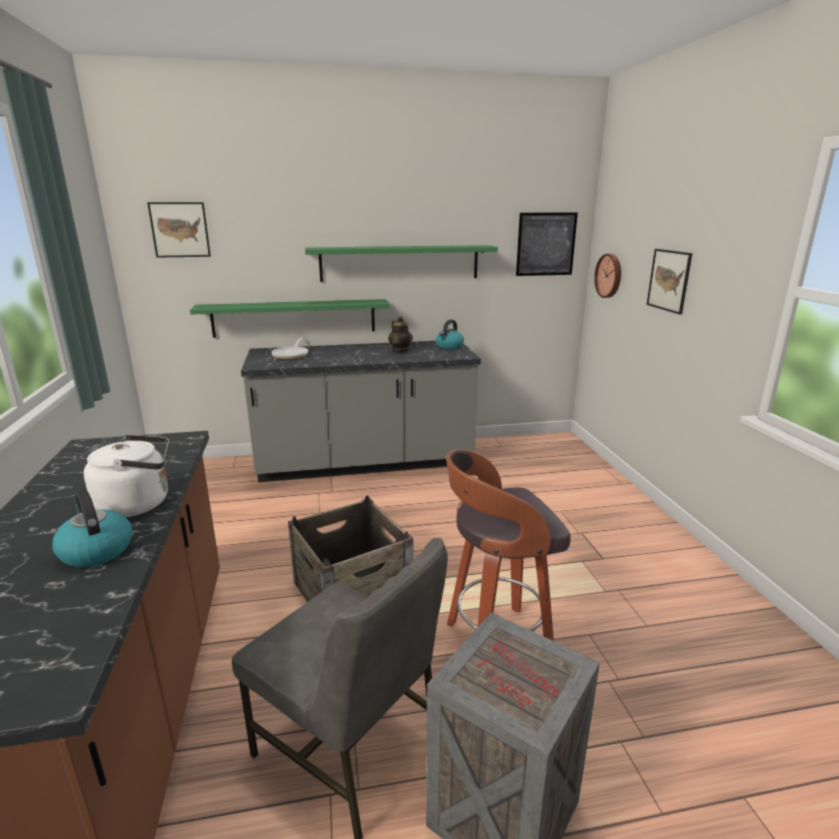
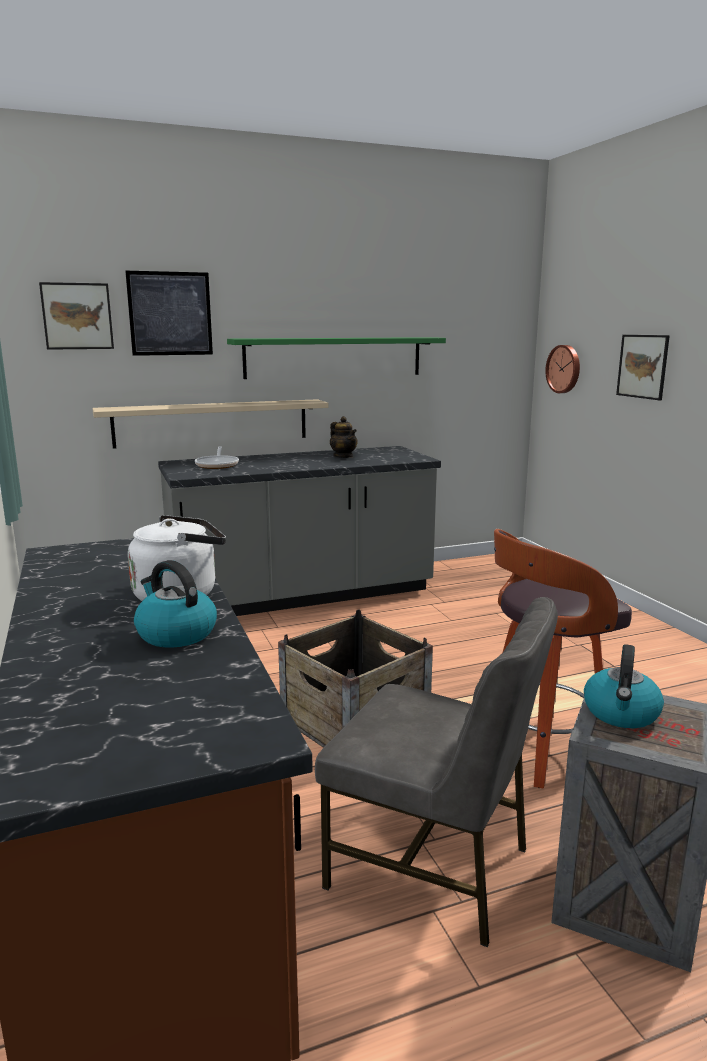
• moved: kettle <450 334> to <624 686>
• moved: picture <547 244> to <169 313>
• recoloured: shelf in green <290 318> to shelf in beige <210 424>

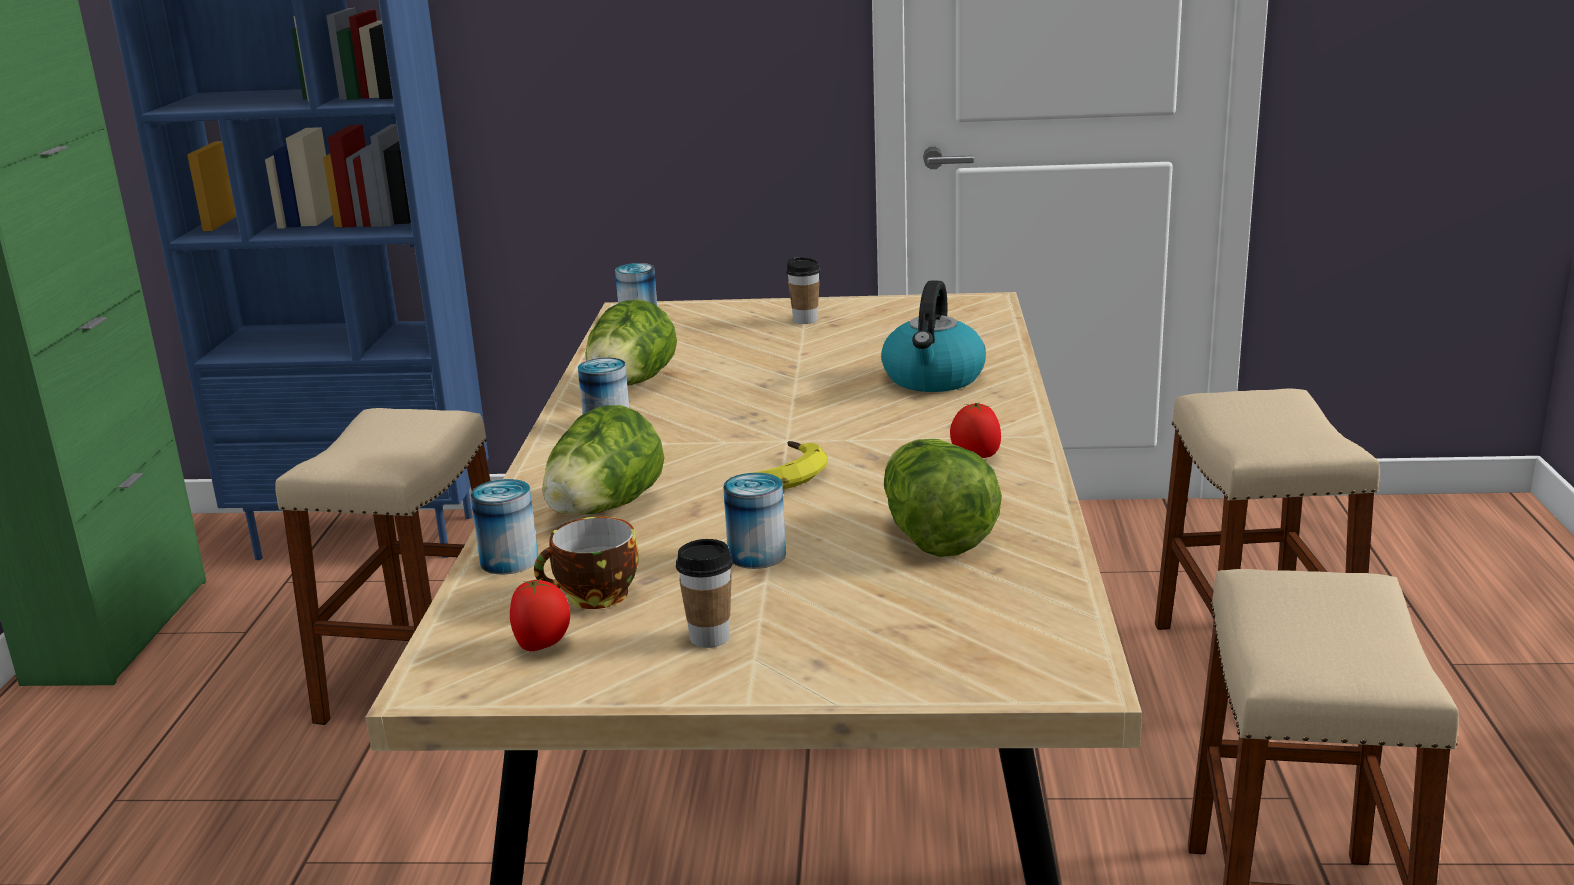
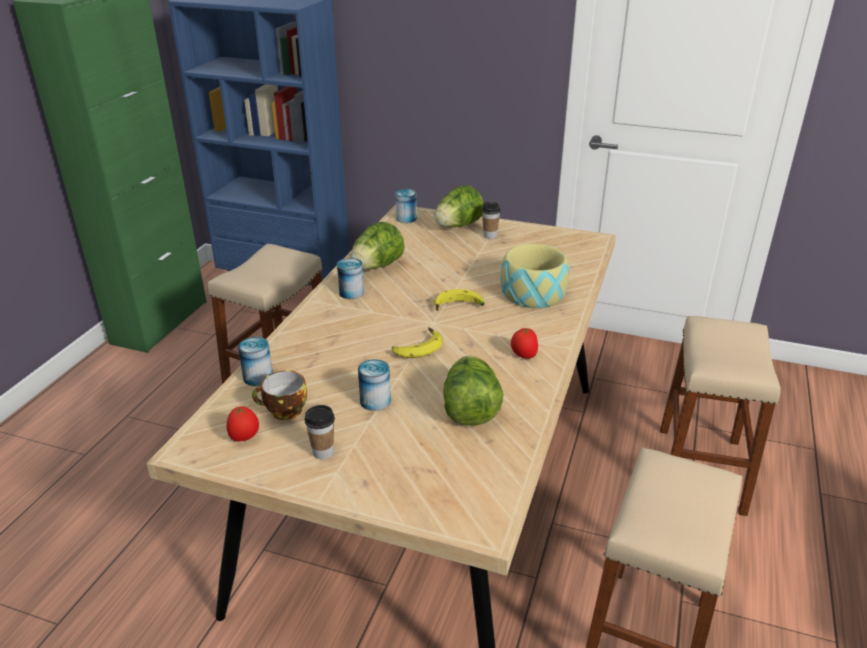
• added: banana <459 300>
• moved: lettuce <603 460> to <459 206>
• replaced: kettle <933 336> to bowl <534 276>

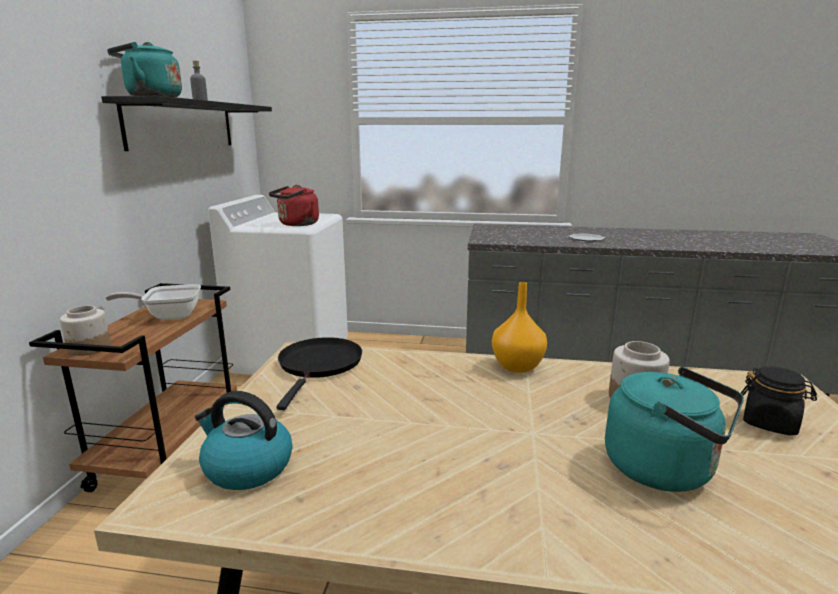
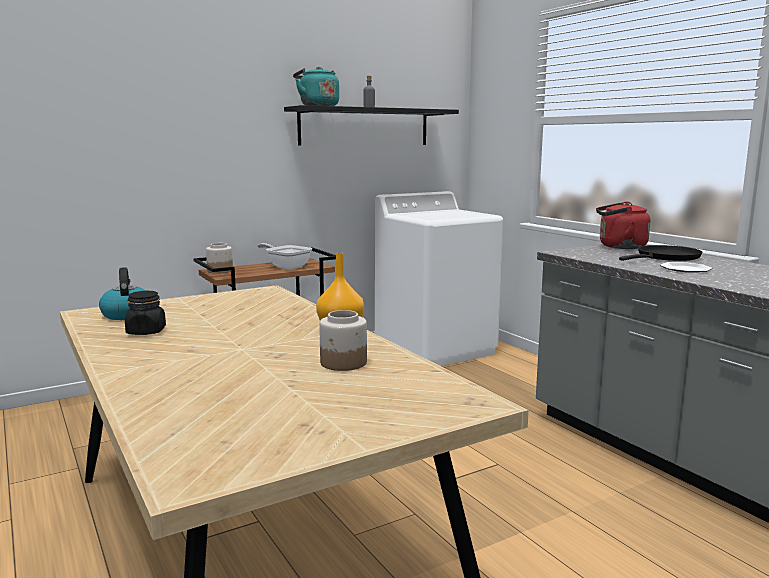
• removed: kettle in turquoise <674 429>
• moved: kettle in red <294 205> to <623 225>
• moved: frying pan in black <319 373> to <661 253>
• moved: jar in black <779 401> to <145 313>

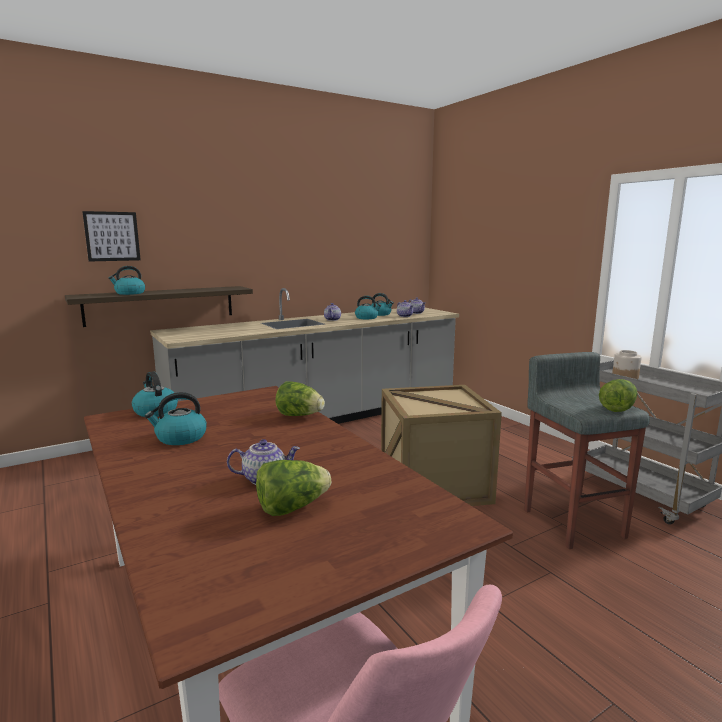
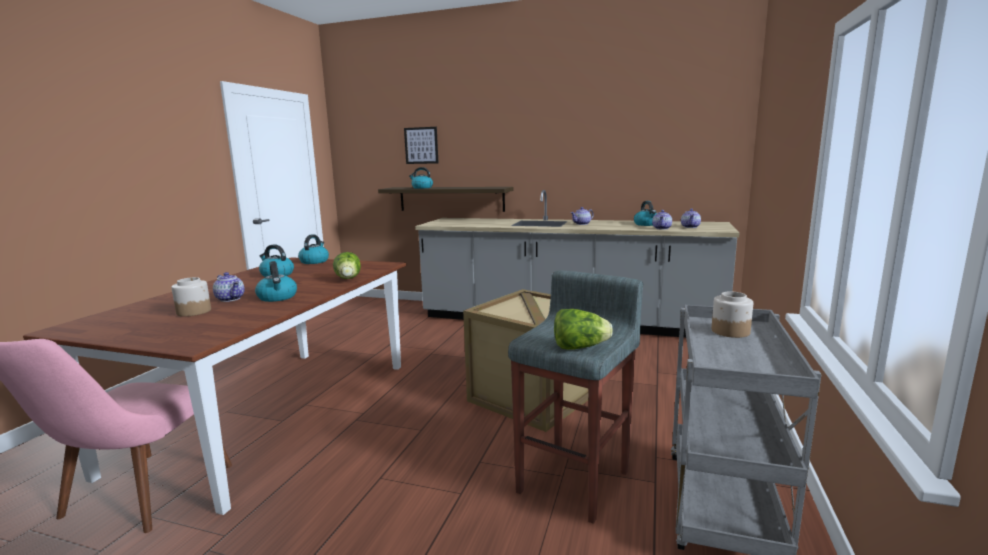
• moved: kettle <368 307> to <276 281>
• replaced: lettuce <293 488> to jar <191 297>

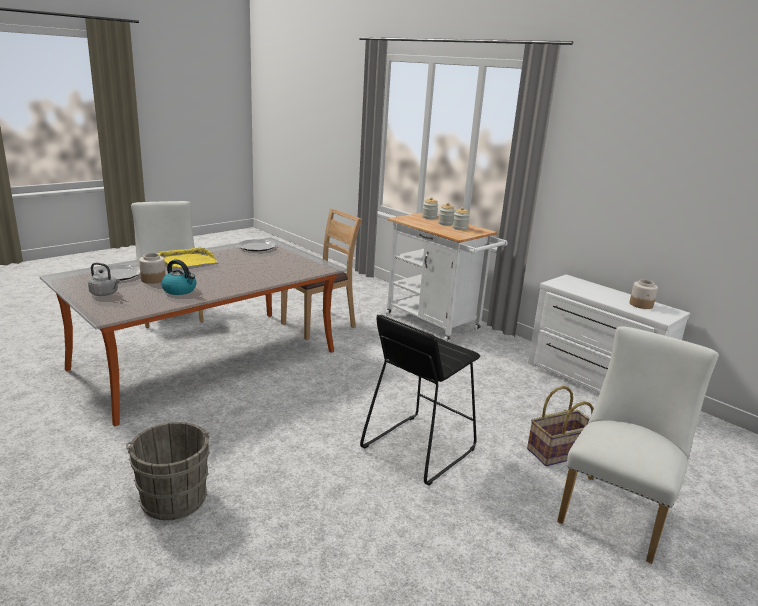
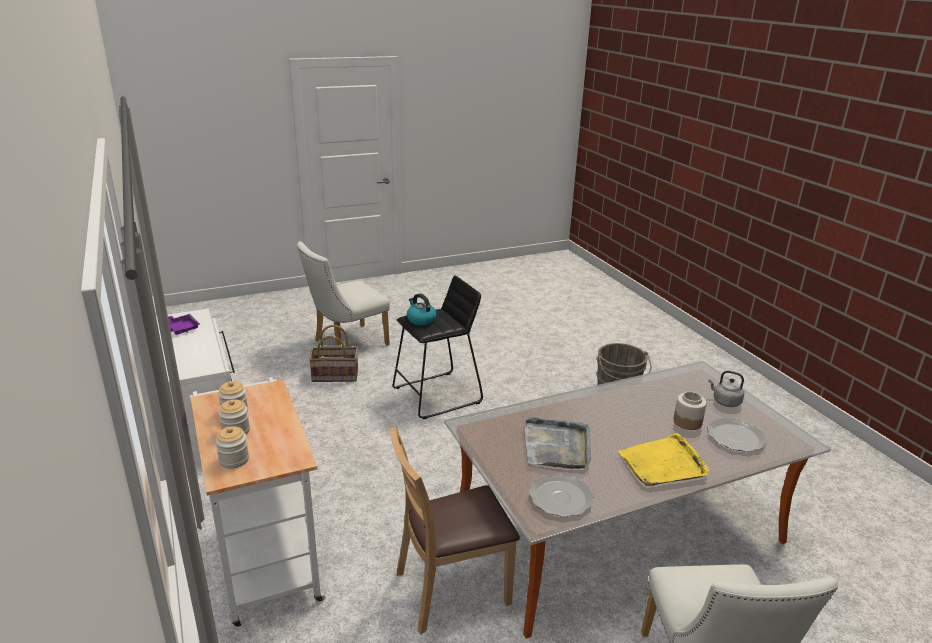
• added: tray in grey <558 443>
• moved: kettle <179 277> to <422 310>
• replaced: jar <644 294> to tray in purple <184 324>

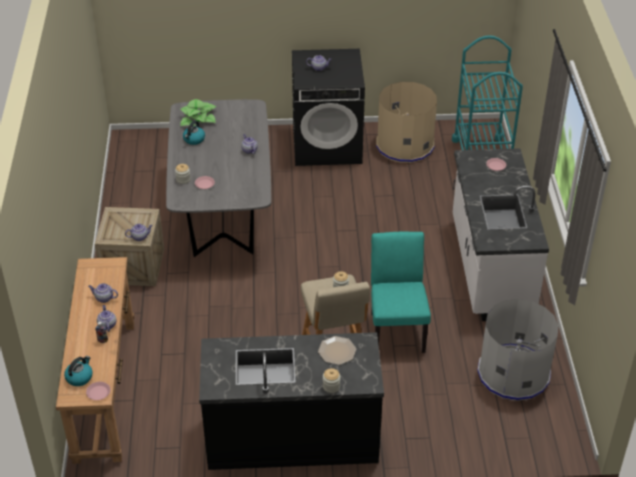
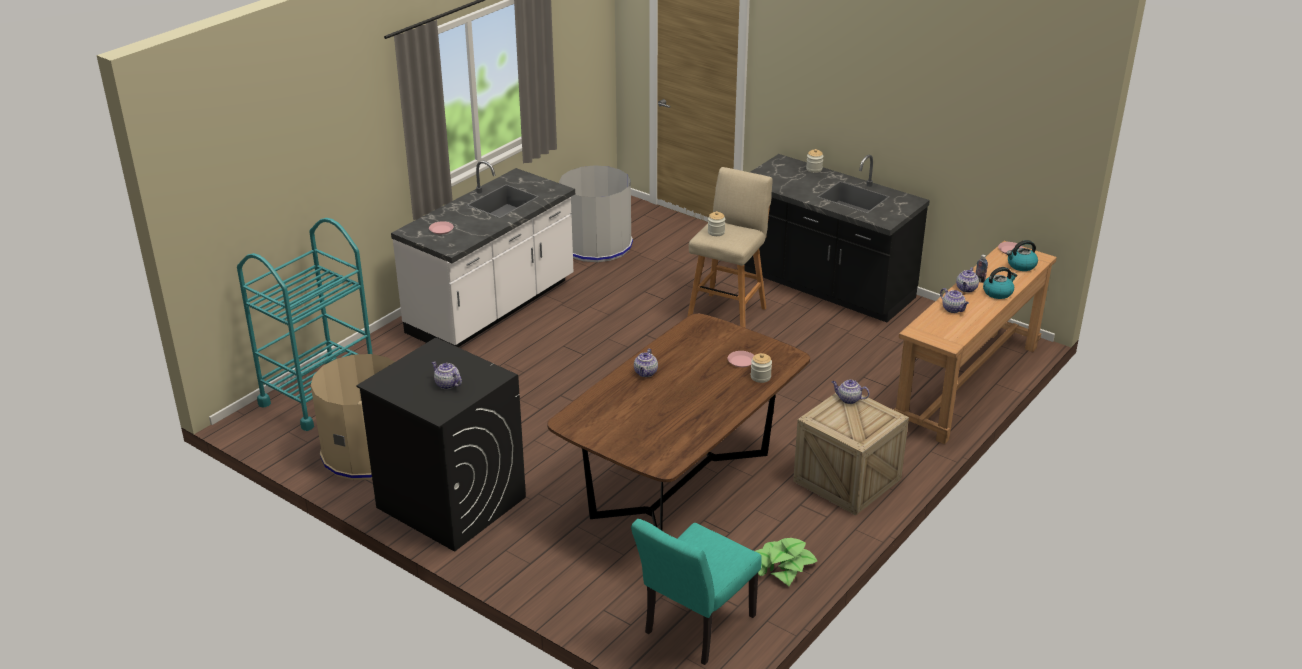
• removed: plate <337 350>
• moved: potted plant <198 112> to <786 562>
• moved: kettle <194 133> to <1000 283>
• moved: chair in turquoise <401 292> to <696 592>
• recoloured: dining table in grey <218 178> to dining table in brown <678 422>

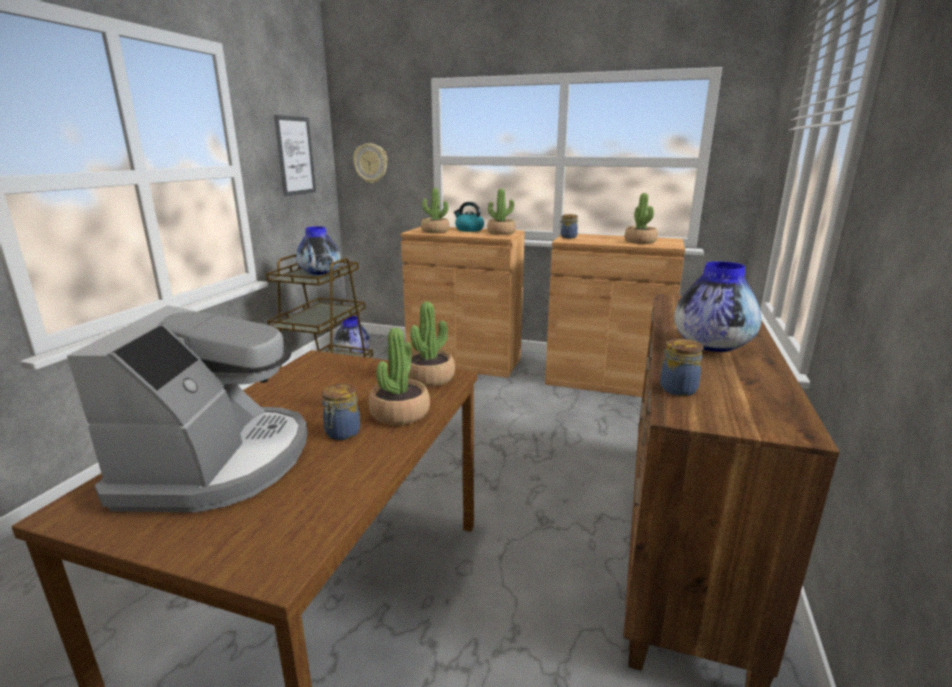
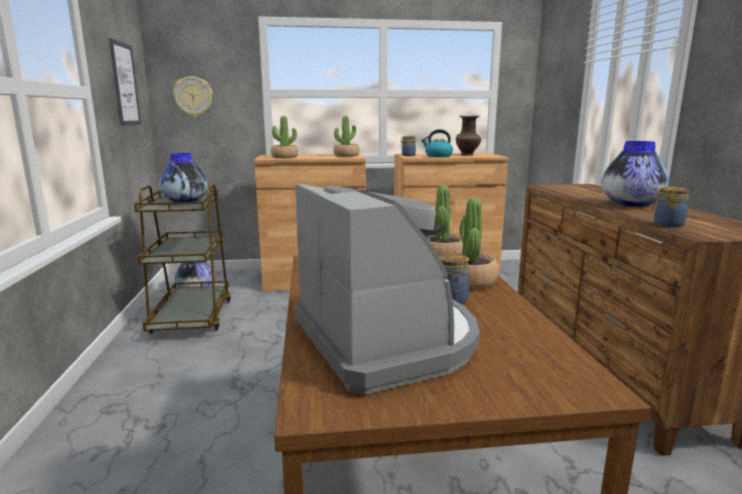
• moved: kettle <469 217> to <437 143>
• replaced: potted plant <641 218> to vase in brown <468 136>

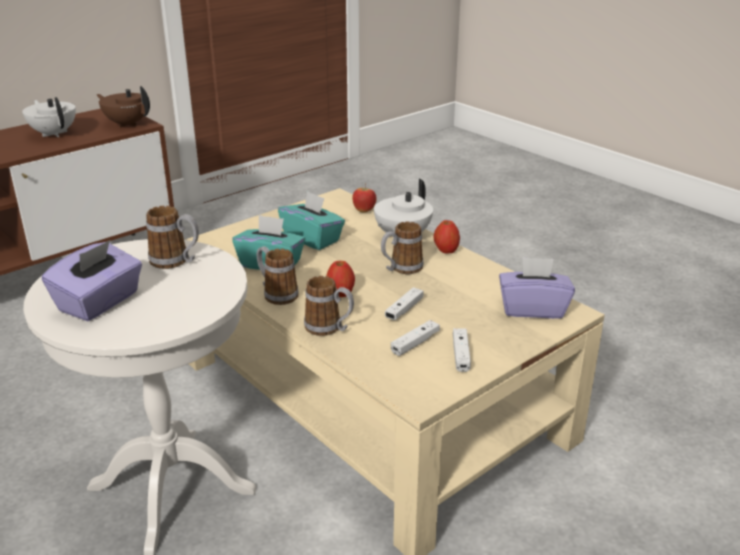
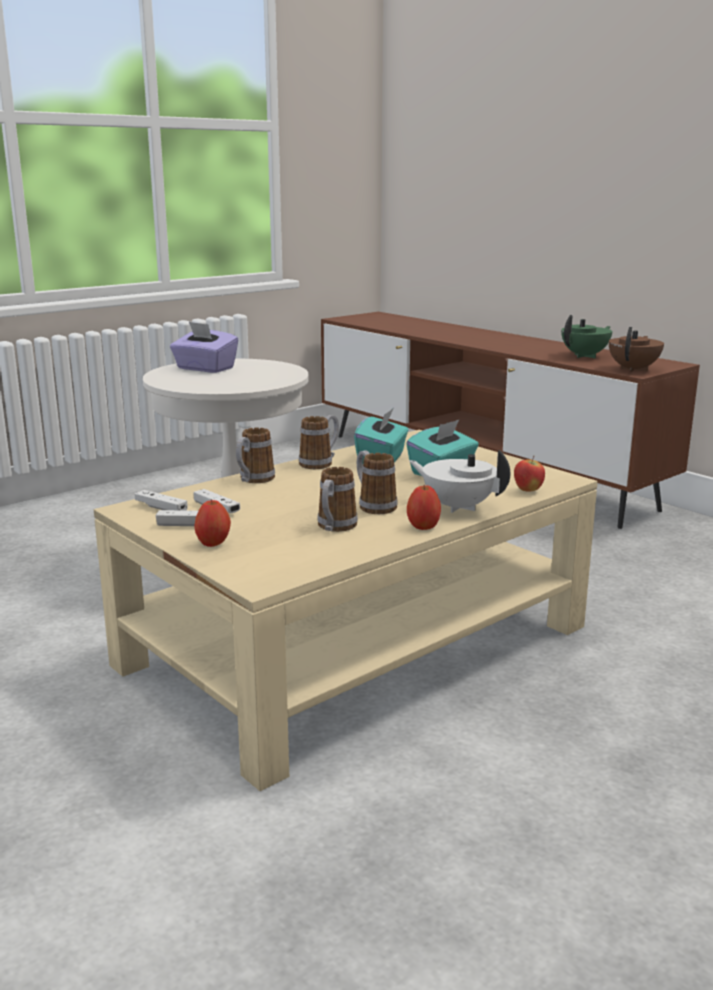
• removed: tissue box in purple <537 288>
• moved: mug <172 237> to <337 499>
• moved: apple <340 279> to <212 523>
• moved: game controller in white <404 303> to <161 500>
• recoloured: teapot in white <49 117> to teapot in green <586 336>

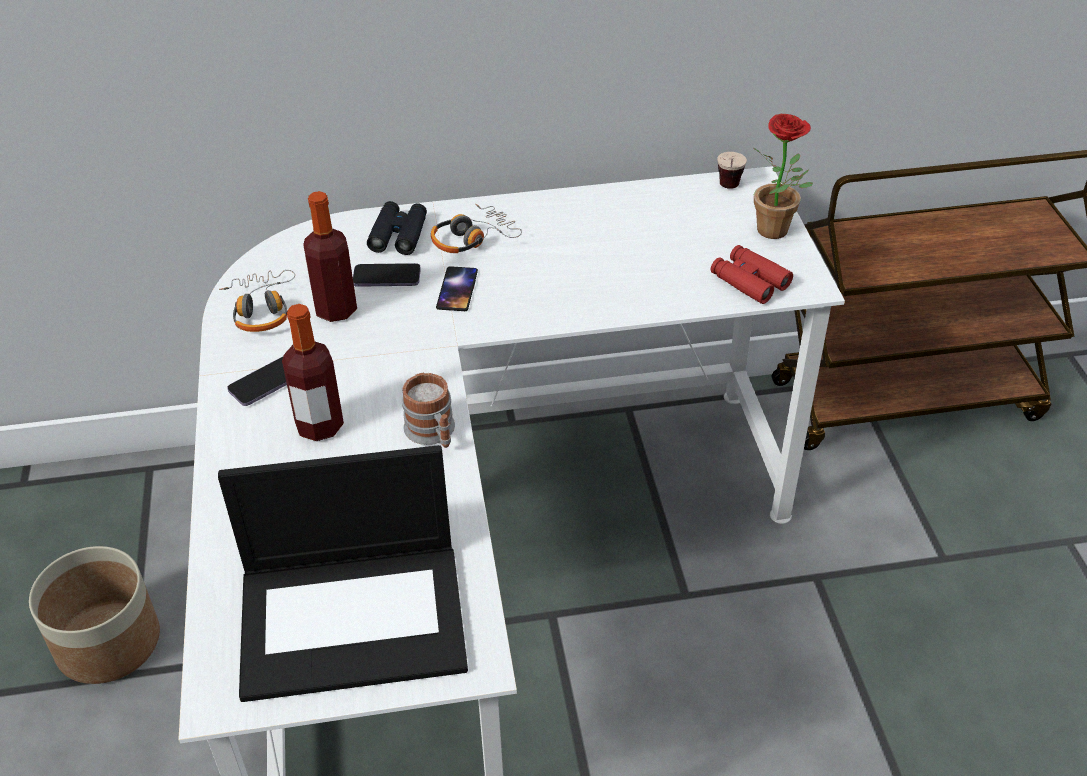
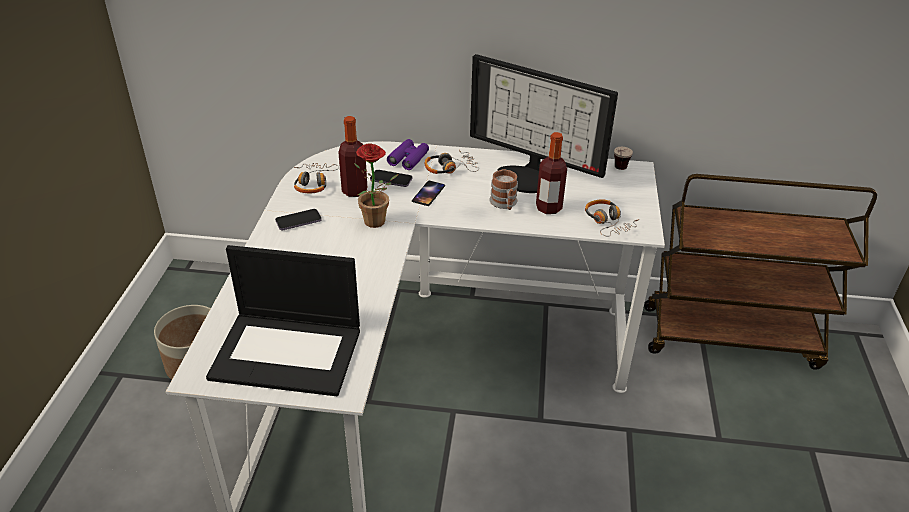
• added: monitor <544 123>
• moved: bottle <313 372> to <551 173>
• moved: mug <428 410> to <503 189>
• moved: potted plant <782 176> to <376 185>
• replaced: binoculars in red <752 274> to headphones <612 217>
• recoloured: binoculars in black <397 228> to binoculars in purple <408 154>

